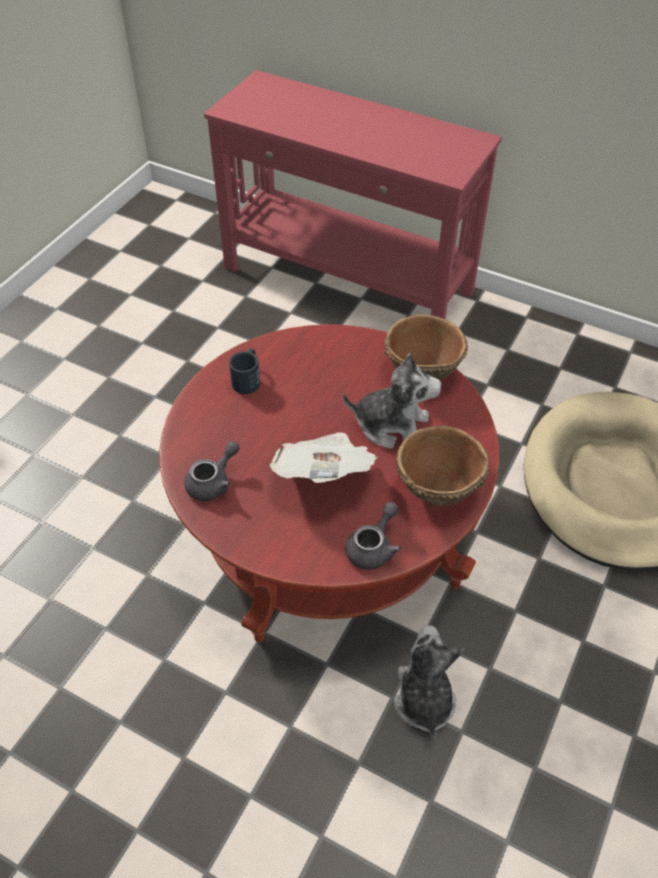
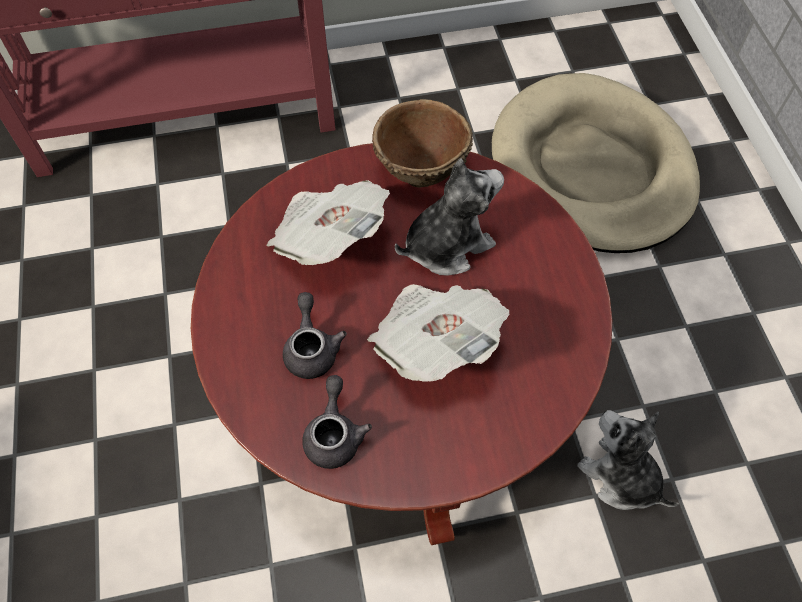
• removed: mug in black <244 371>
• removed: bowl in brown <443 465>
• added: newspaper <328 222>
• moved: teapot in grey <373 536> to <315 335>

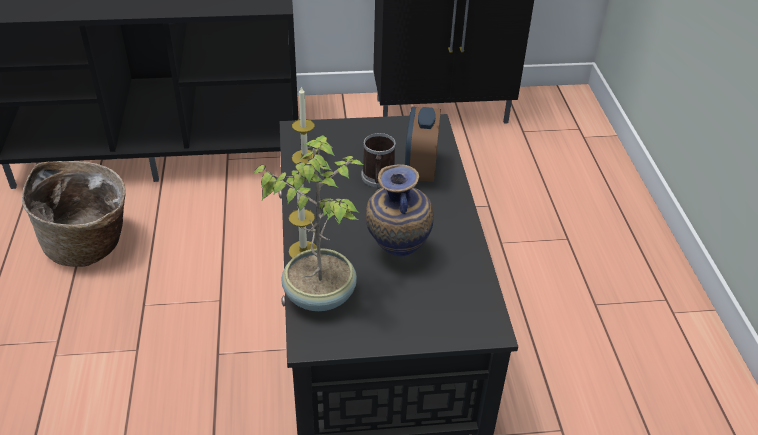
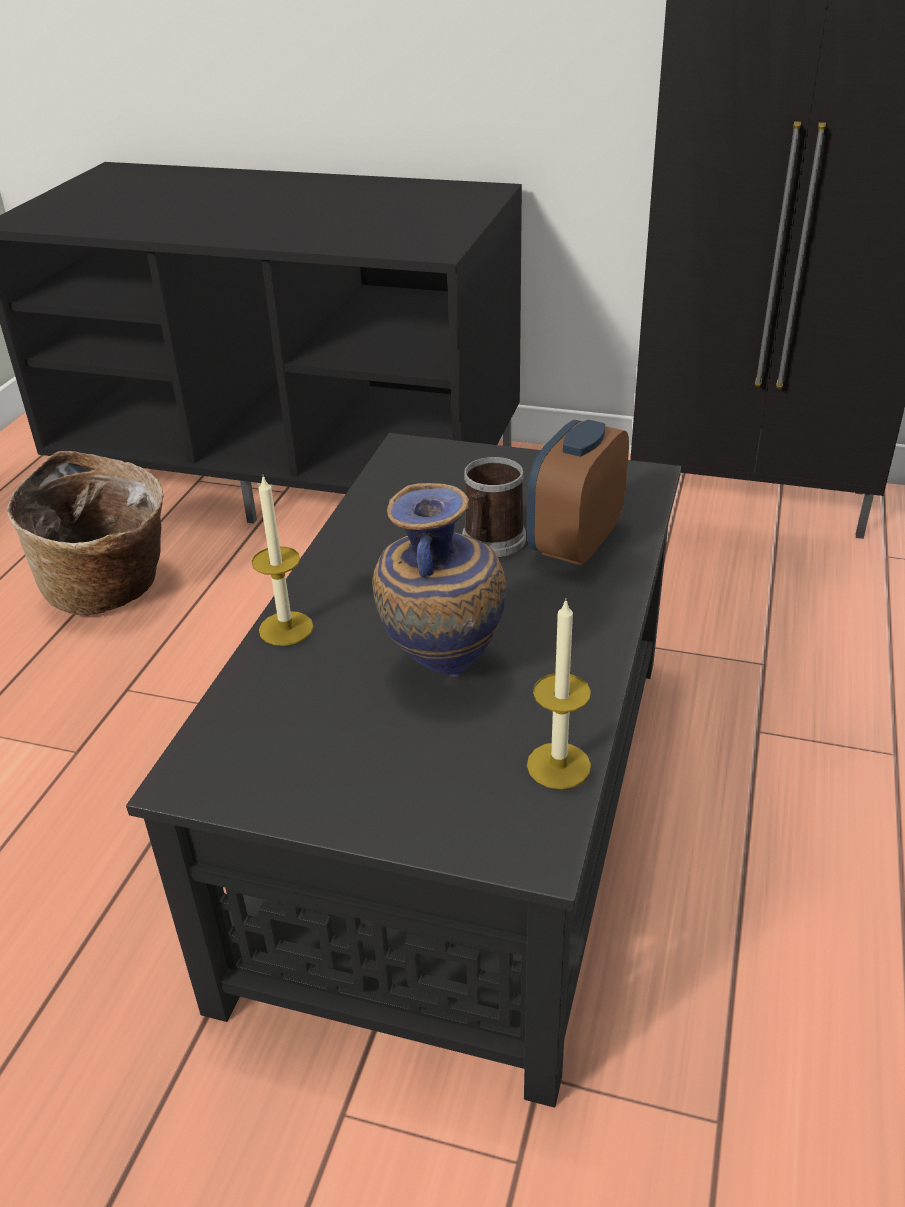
• removed: potted plant <307 223>
• moved: candle <304 125> to <559 694>

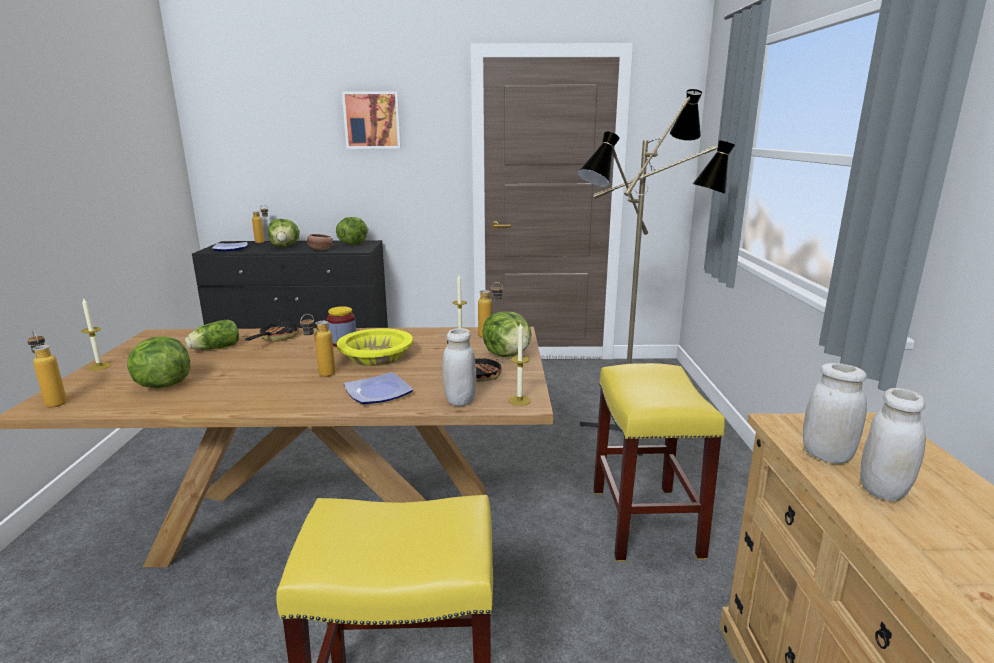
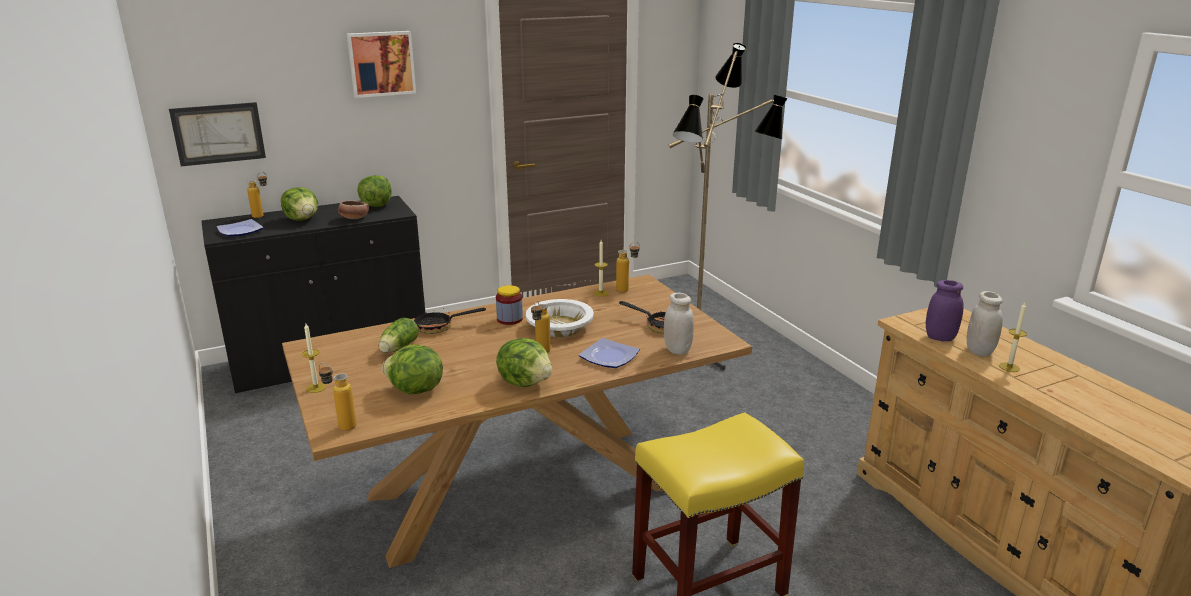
• removed: stool in yellow <659 462>
• added: picture <217 134>
• moved: lettuce <506 334> to <524 362>
• moved: candle <520 364> to <1013 337>
• recoloured: bowl in yellow <375 347> to bowl in white <560 318>
• recoloured: jar in white <835 413> to jar in purple <945 311>
• turned: frying pan <272 330> = <450 321> 90 degrees counterclockwise

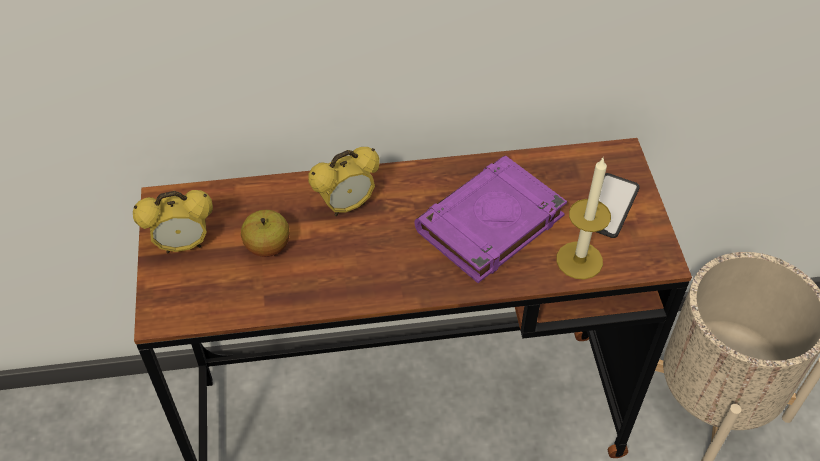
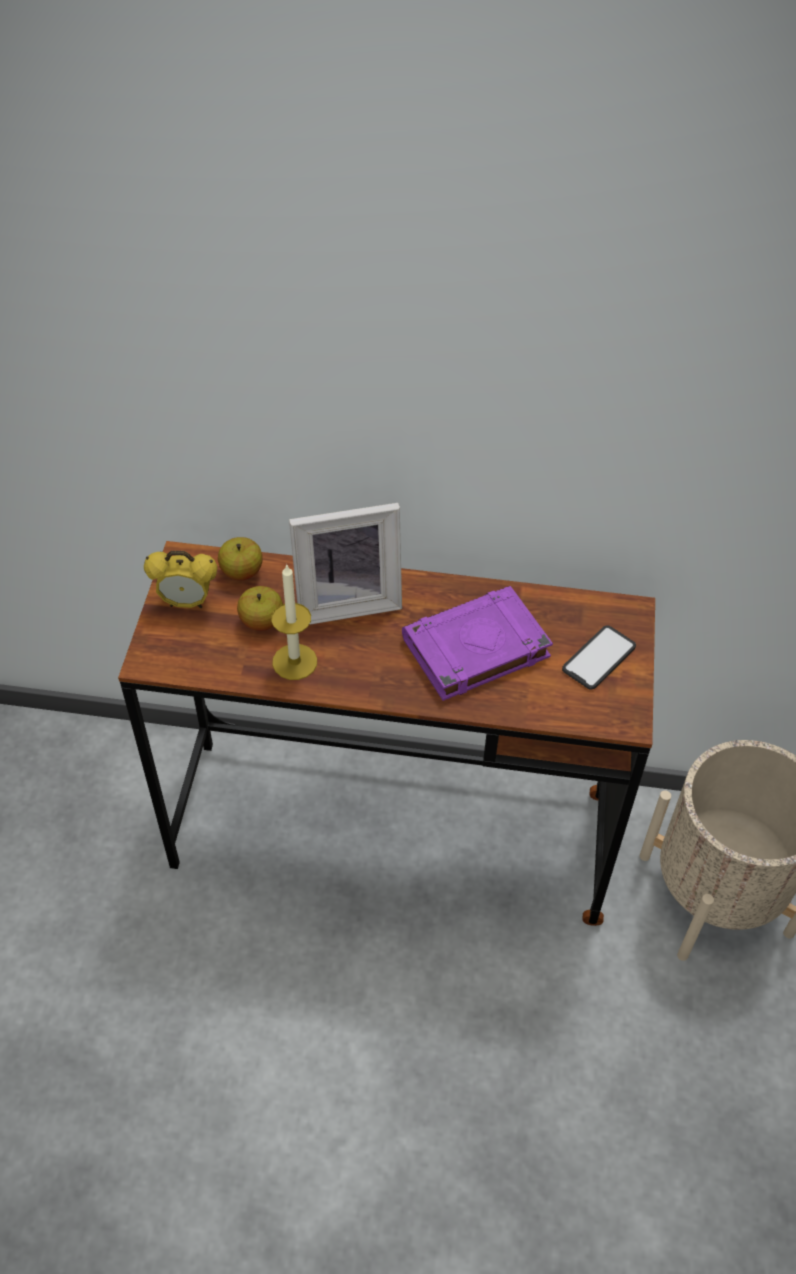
• added: apple <240 558>
• moved: candle <583 219> to <294 621>
• replaced: alarm clock <344 181> to picture frame <345 564>

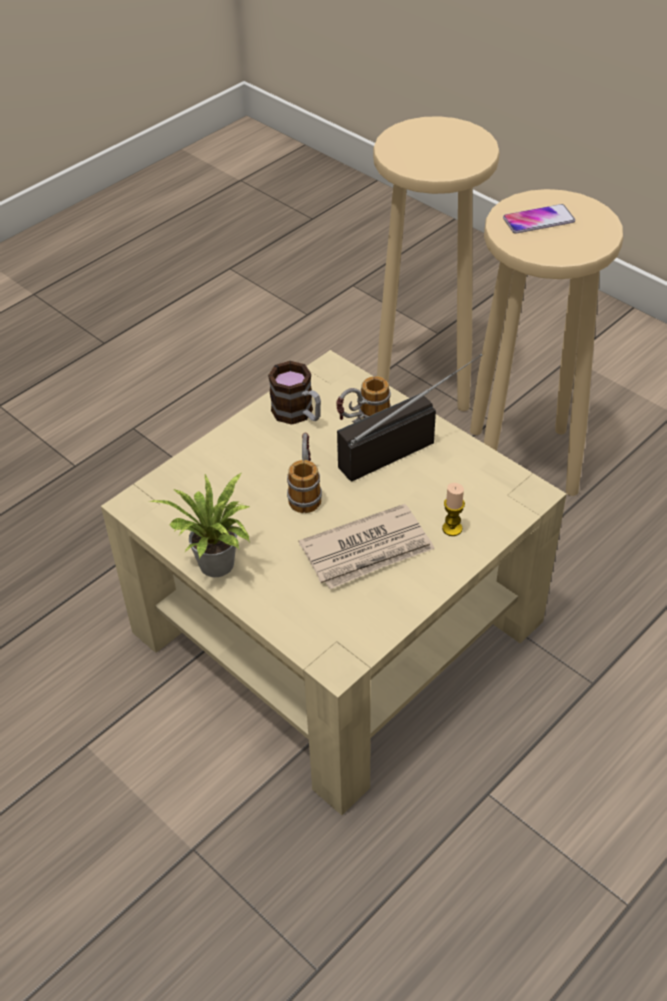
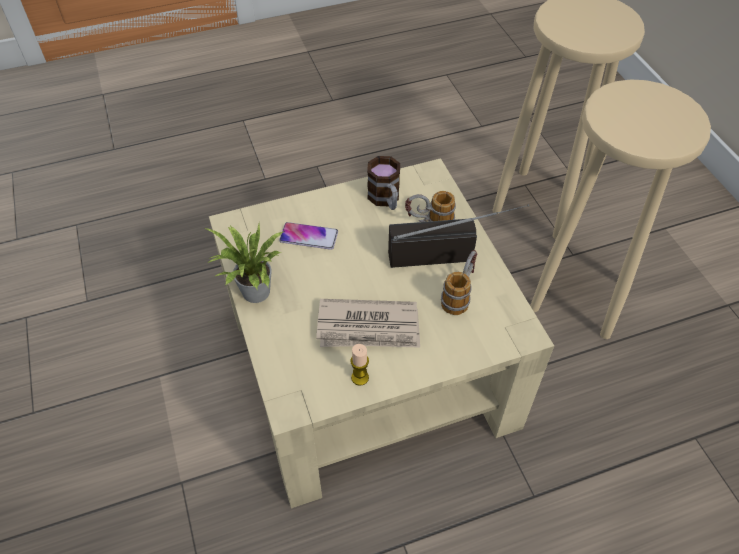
• moved: mug <304 473> to <459 282>
• moved: candle <453 509> to <359 365>
• moved: phone <539 219> to <308 236>

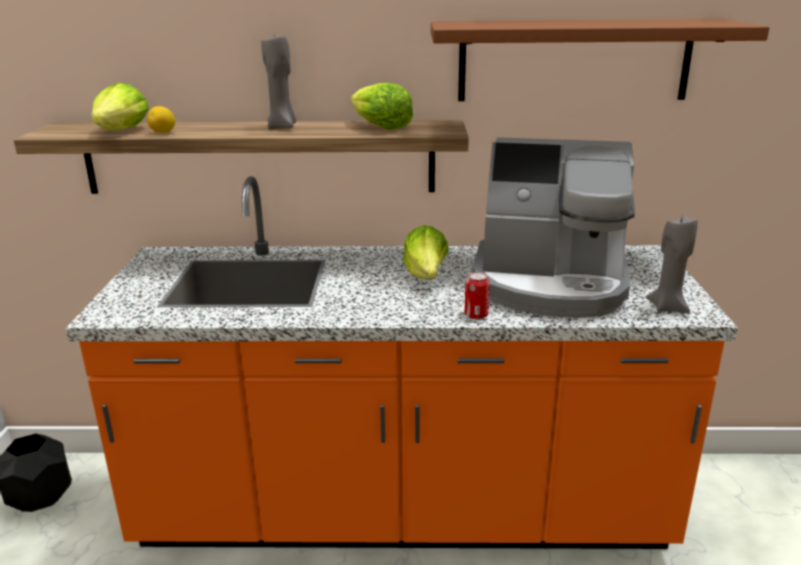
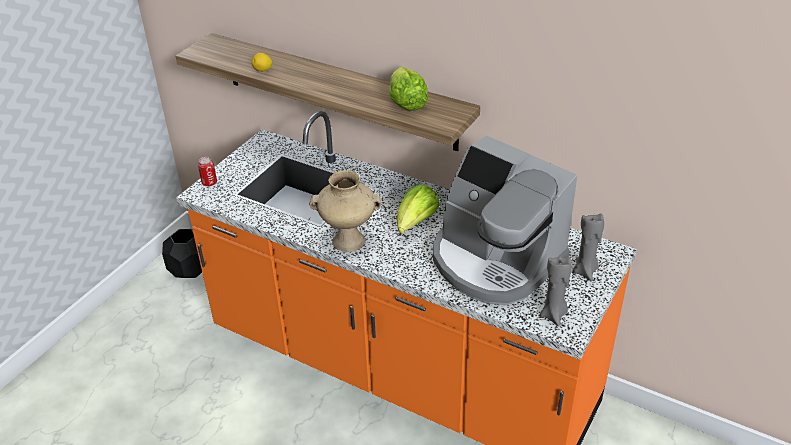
• removed: lettuce <120 106>
• removed: shelf in brown <600 60>
• added: vase in beige <345 211>
• moved: candle in grey <278 81> to <588 247>
• moved: can <477 295> to <207 171>

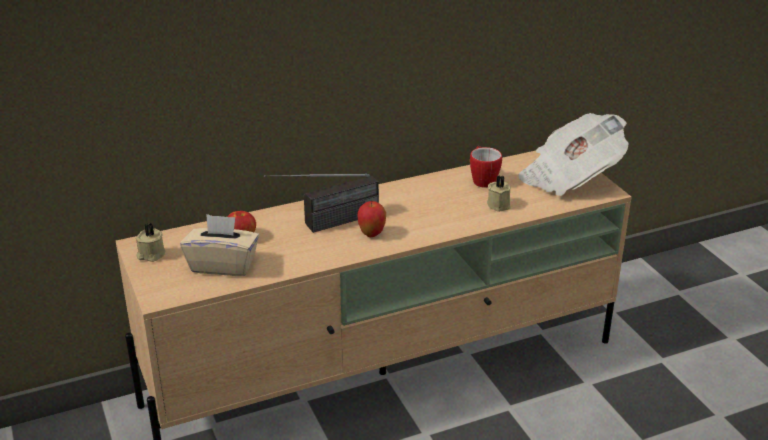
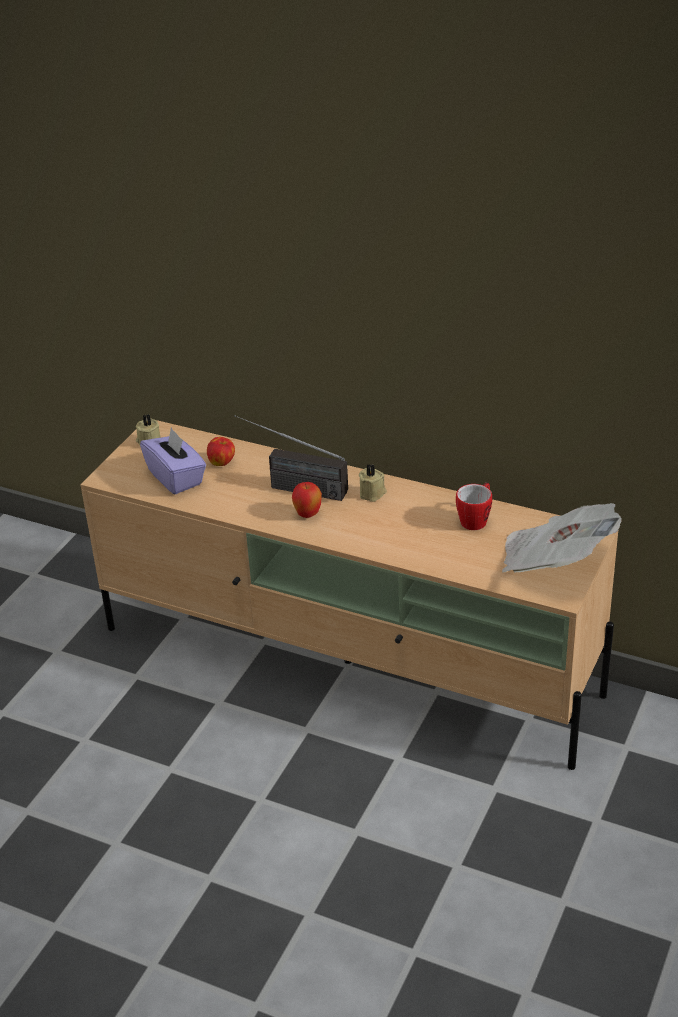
• moved: candle in beige <499 194> to <373 482>
• recoloured: tissue box in beige <219 245> to tissue box in purple <173 461>

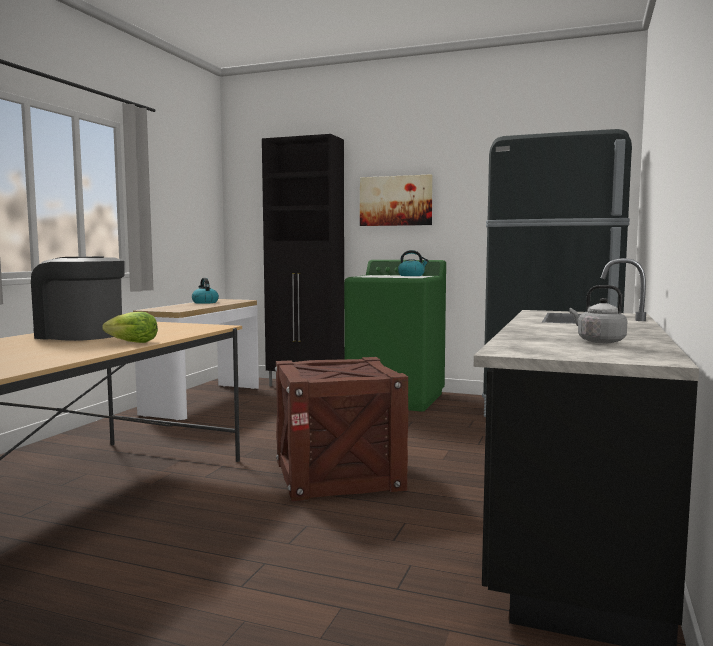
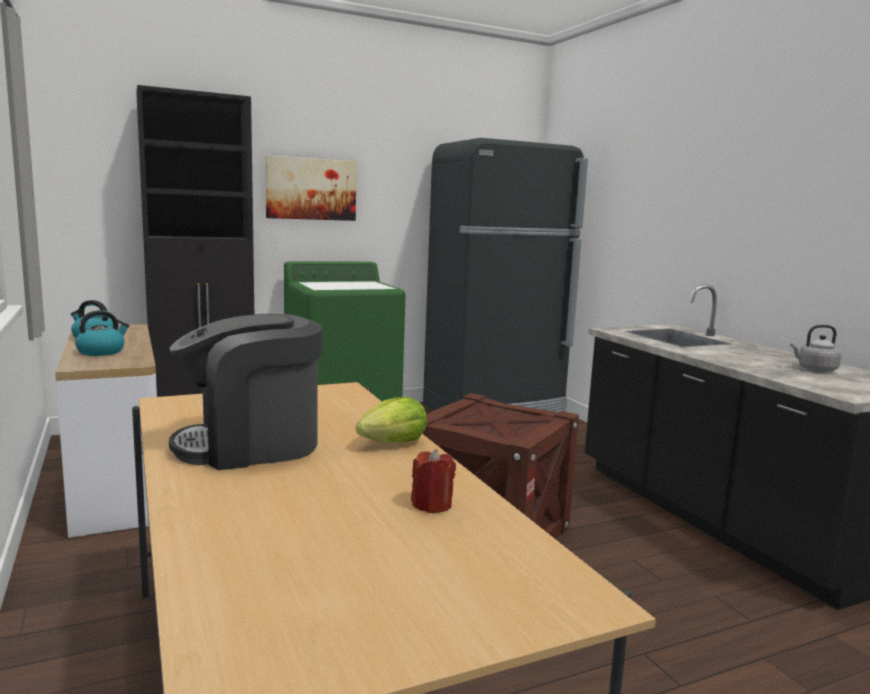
• added: candle in red <433 481>
• moved: kettle <413 263> to <102 333>

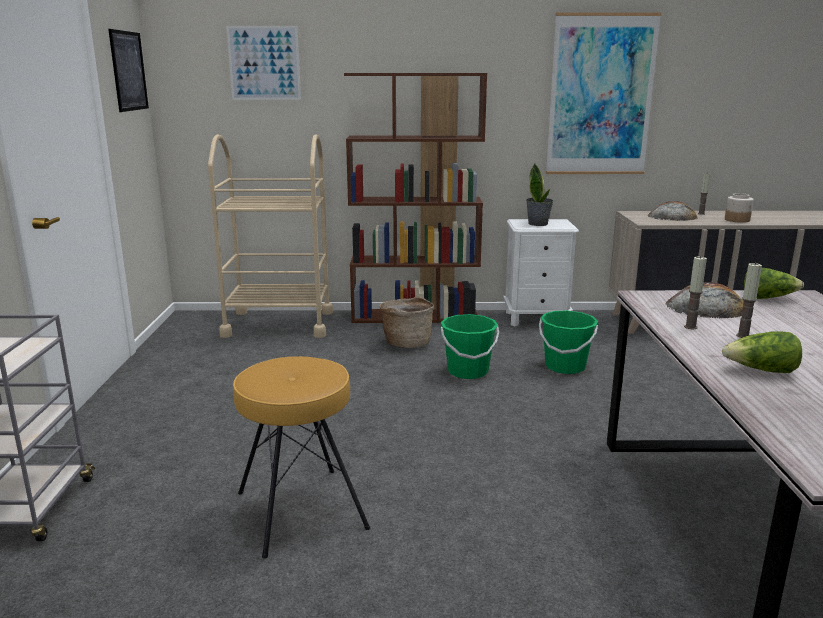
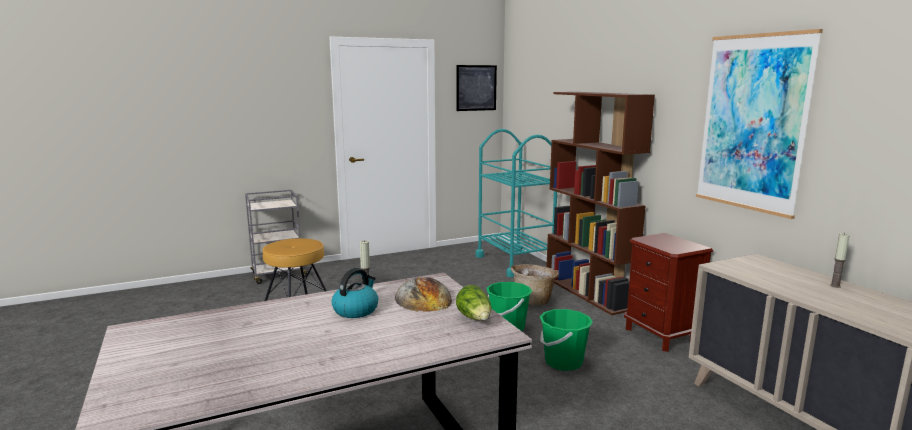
• removed: picture <263 63>
• removed: potted plant <540 194>
• removed: bread <673 211>
• removed: lettuce <762 352>
• removed: jar <739 208>
• replaced: candle <749 300> to kettle <354 293>
• recoloured: cart in beige <270 236> to cart in turquoise <516 203>
• recoloured: nightstand in white <541 272> to nightstand in brown <668 292>

